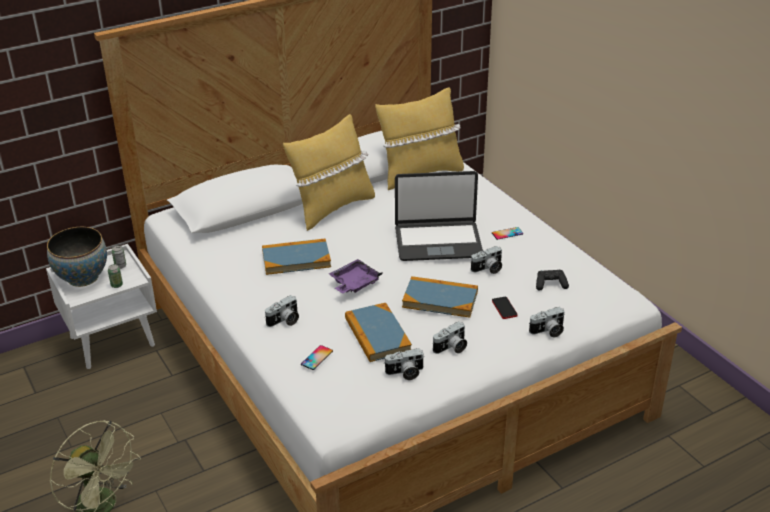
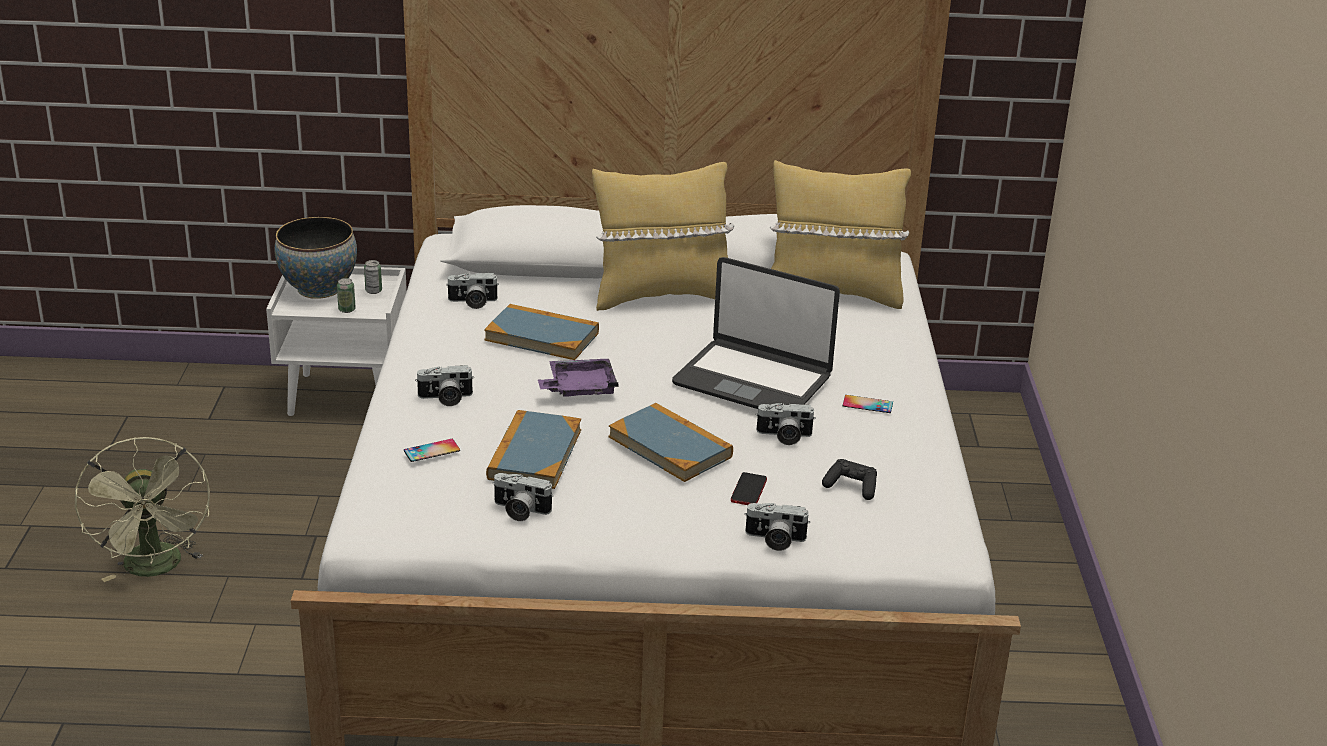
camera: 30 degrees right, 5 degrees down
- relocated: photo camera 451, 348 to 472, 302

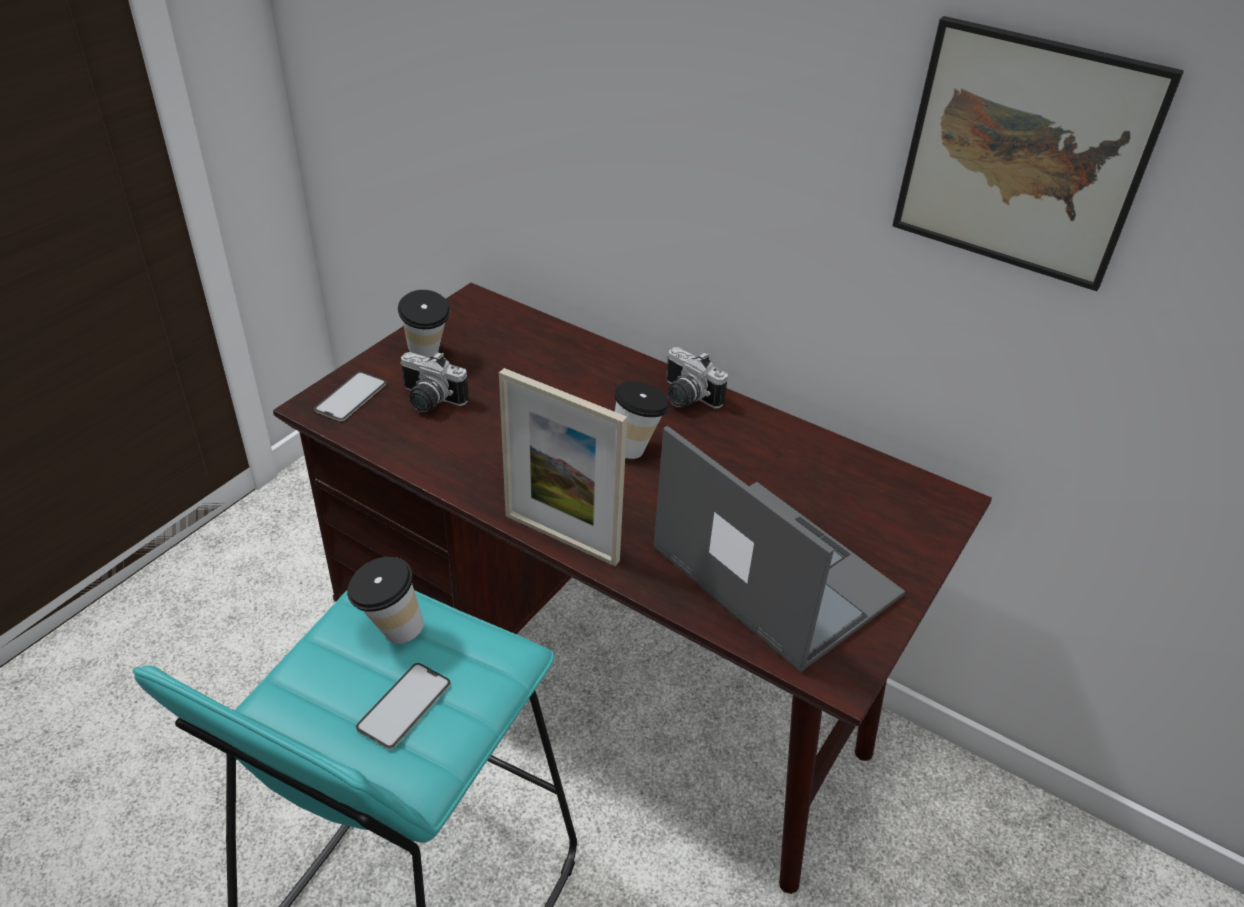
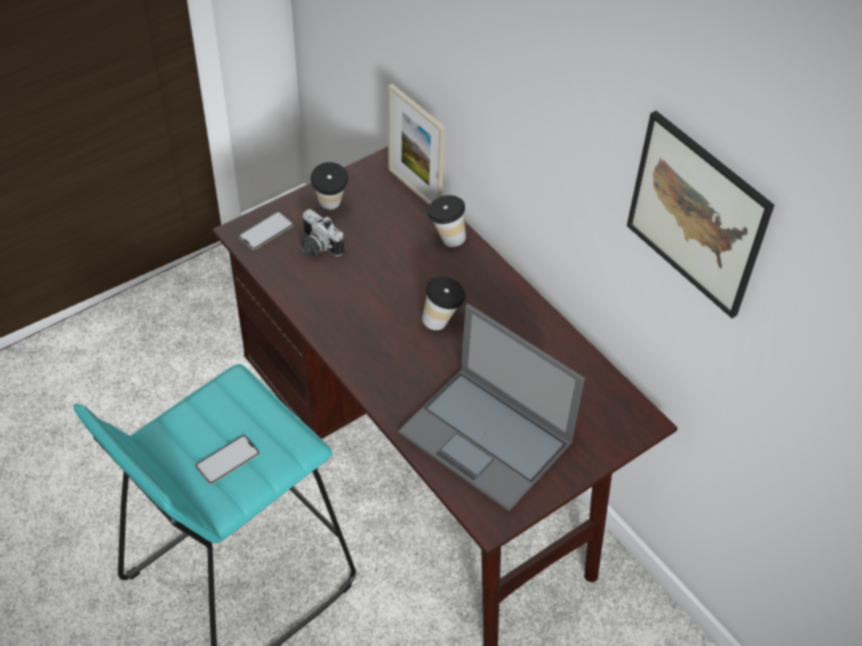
camera: 20 degrees right, 10 degrees up
- relocated: drinking cup 390, 631 to 446, 239
- relocated: picture frame 561, 538 to 414, 189
- spun: laptop 772, 570 = 487, 438 150 degrees clockwise
- missing: photo camera 685, 397

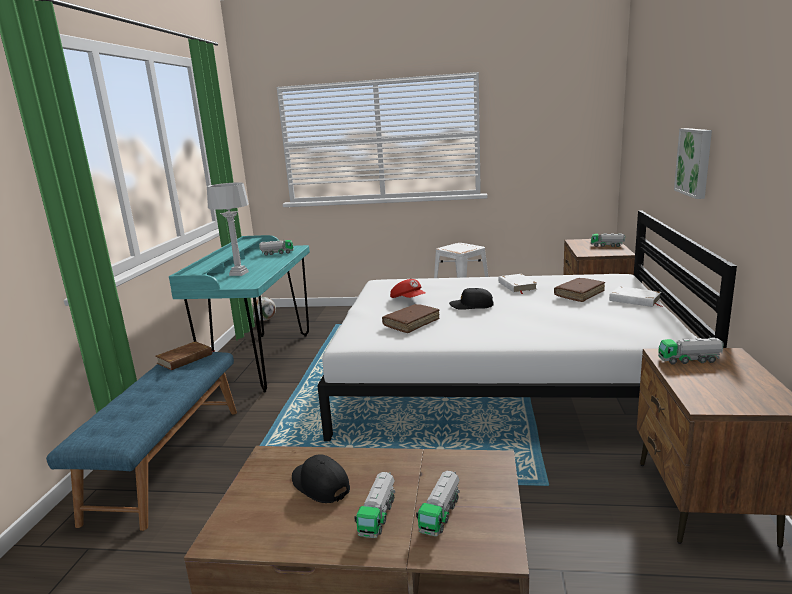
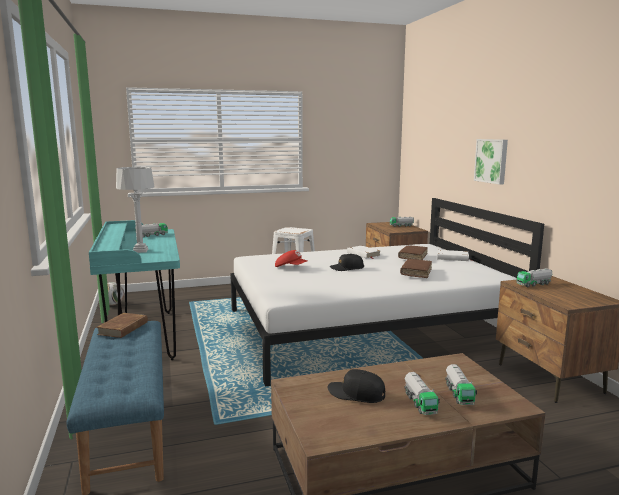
camera: 25 degrees left, 5 degrees down
- relocated: volume in brownish 411, 323 to 416, 272

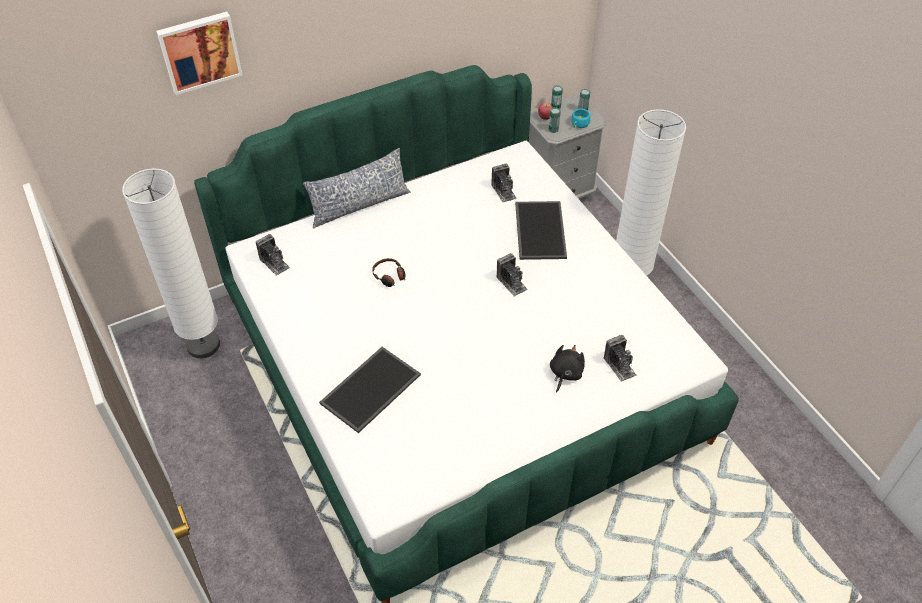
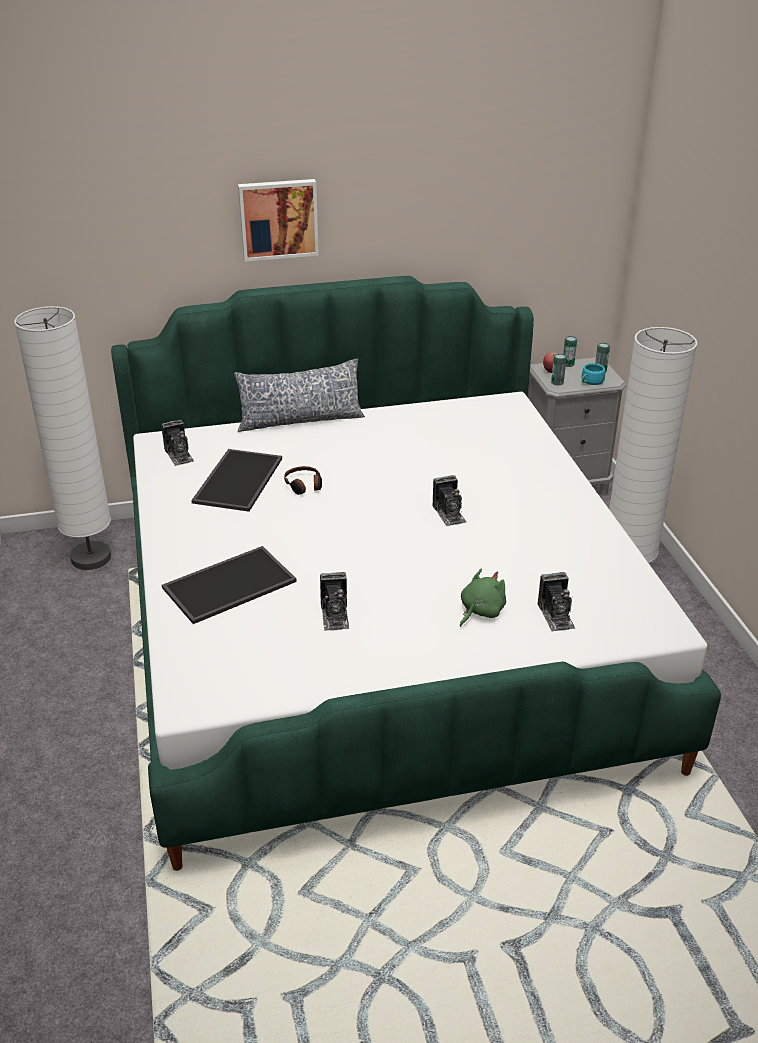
camera: 15 degrees right, 15 degrees down
- relocated: wall picture 199, 51 to 278, 219
- relocated: photo camera 504, 191 to 335, 615
- relocated: serving tray 539, 230 to 237, 479
- colour: plush toy in black 565, 374 to plush toy in green-coloured 480, 611

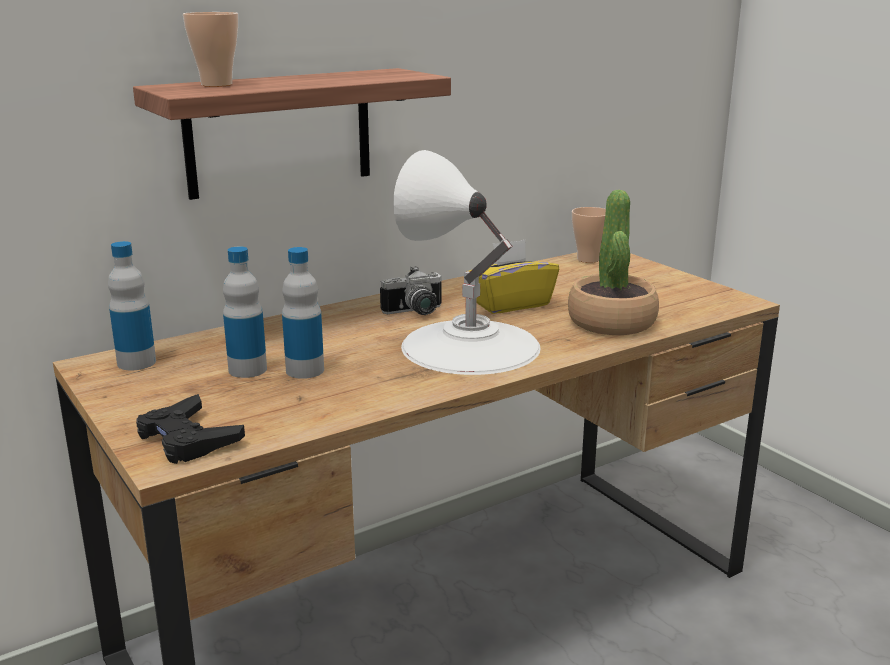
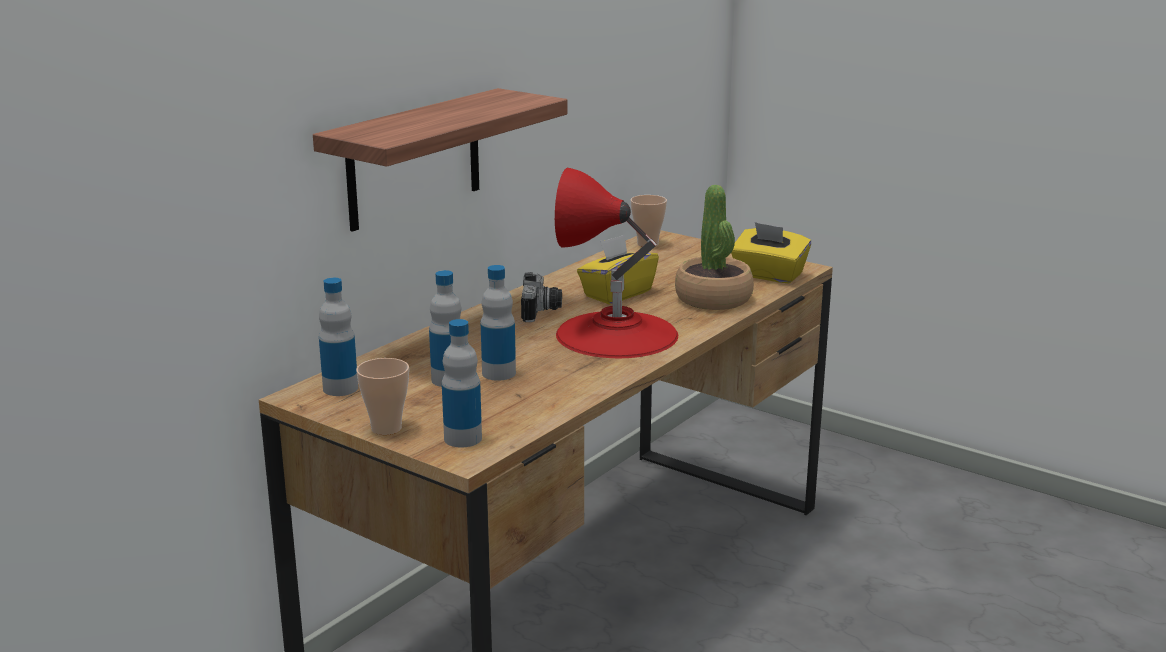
camera: 20 degrees left, 0 degrees up
- exchanged: game controller in black 188, 439 to beverage bottle 463, 438
- relocated: drinking cup 216, 84 to 386, 428
- spun: photo camera 416, 312 = 542, 312 45 degrees counterclockwise
- colour: table lamp in white 469, 346 to table lamp in red-coloured 616, 334
- appeared: tissue holder in yellowish 768, 275

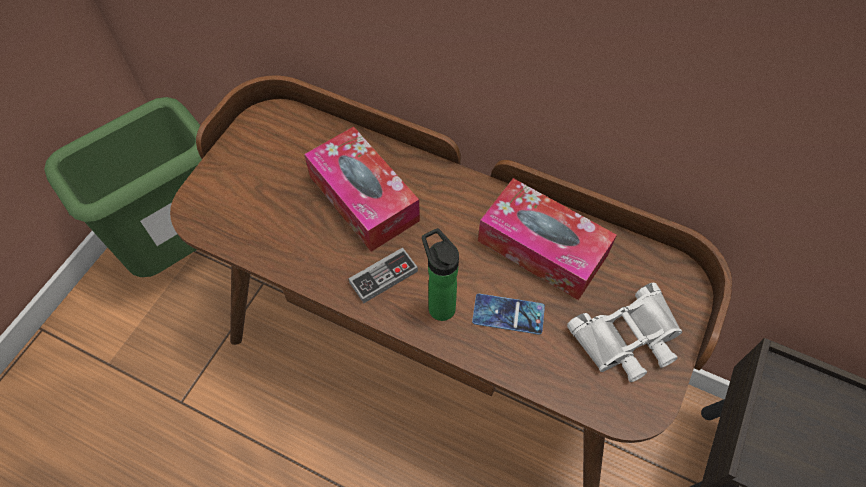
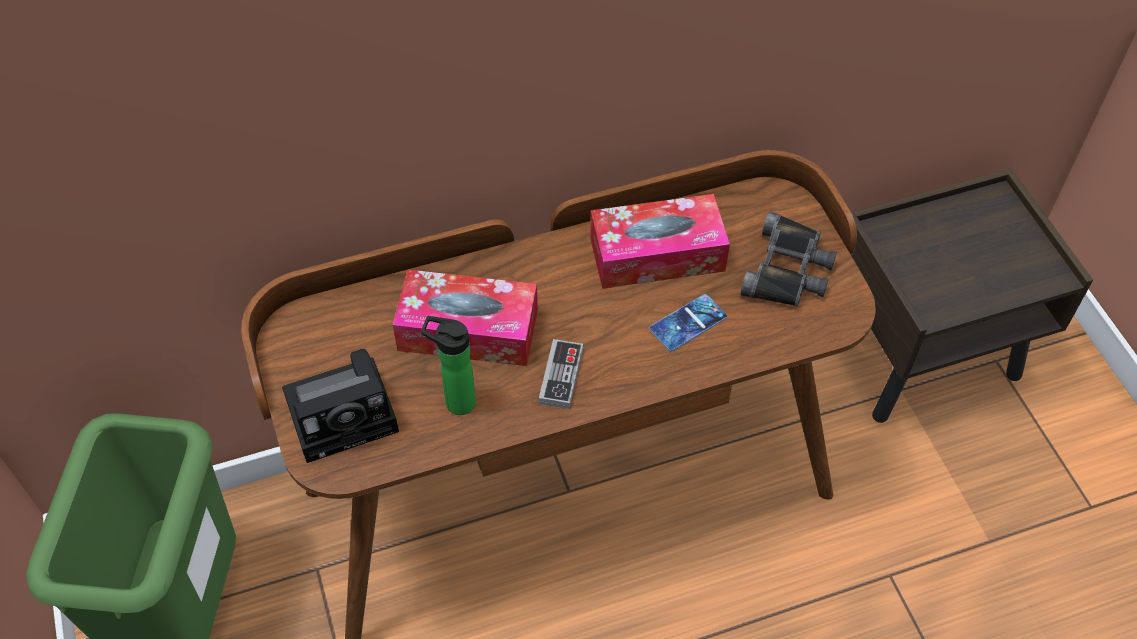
camera: 45 degrees left, 5 degrees down
- relocated: beverage bottle 439, 305 to 455, 401
- colour: binoculars in white 628, 339 to binoculars in black 788, 270
- appeared: photo camera 347, 413

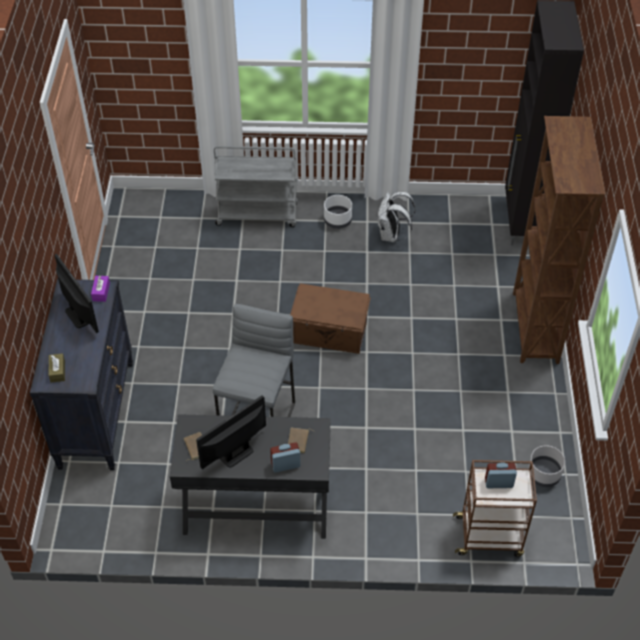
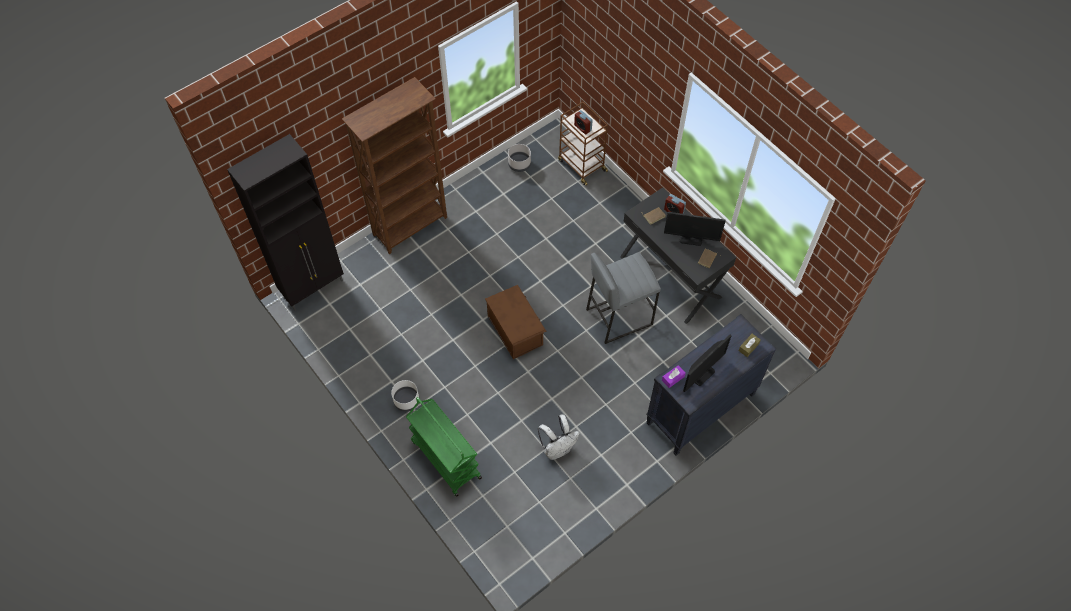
camera: 130 degrees left, 10 degrees up
- spun: computer display 79, 315 = 701, 374 150 degrees counterclockwise
- colour: trolley in grey 258, 214 to trolley in green-coloured 445, 459
- relocated: rucksack in white 391, 235 to 557, 448

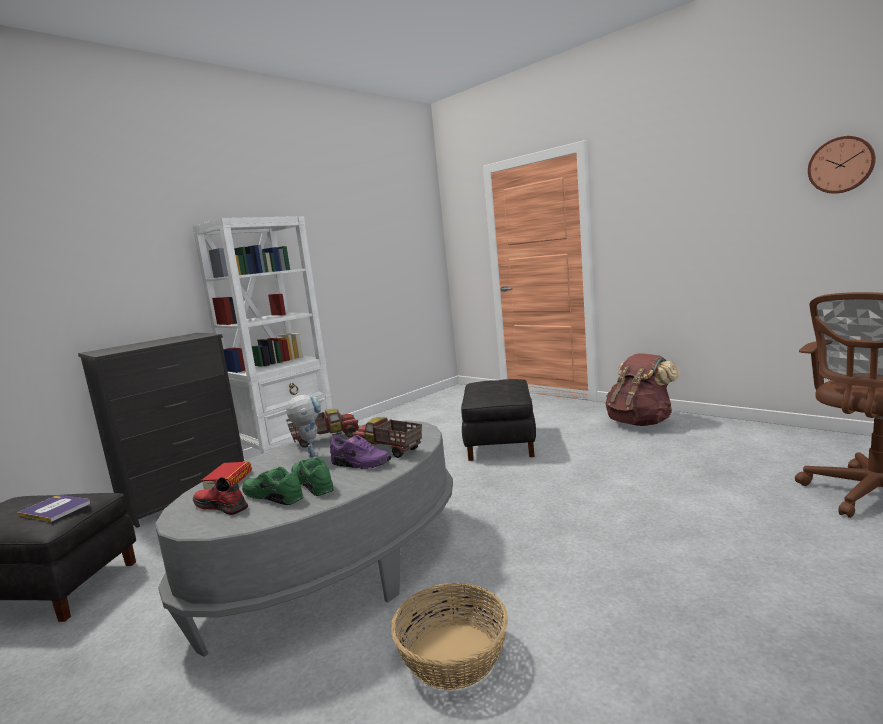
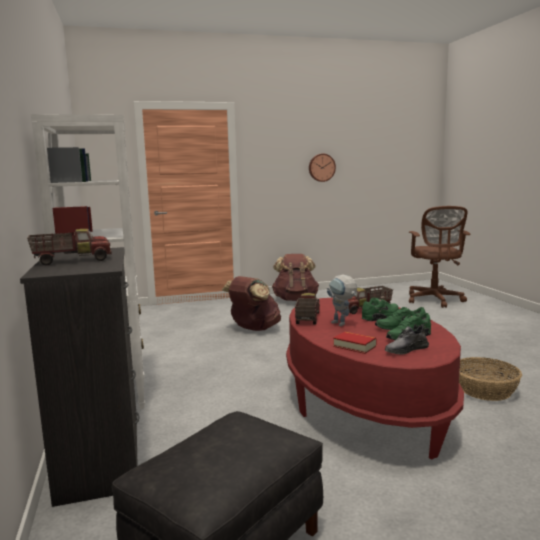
camera: 60 degrees left, 0 degrees up
- missing: volume 55, 509
- colour: coffee table in grey 334, 567 to coffee table in red-coloured 364, 404
- colour: item of footwear in red-coloured 221, 506 to item of footwear in grey 406, 349
- spun: robot figure 311, 456 = 342, 324 135 degrees counterclockwise
- colour: item of footwear in purple-coloured 360, 464 to item of footwear in green-coloured 381, 316
- exchanged: pouffe in black 499, 443 to rucksack in brownish 254, 329
- relocated: clock on the wall 841, 165 to 321, 167
- appeared: toy truck 72, 261

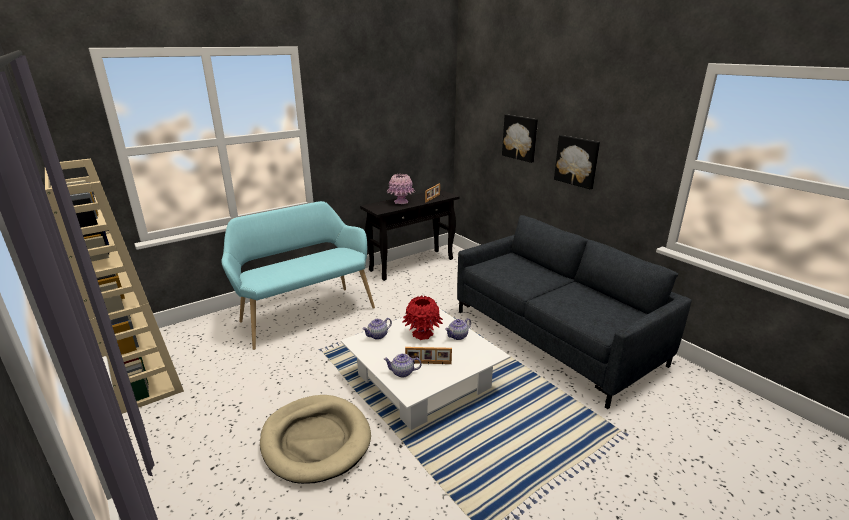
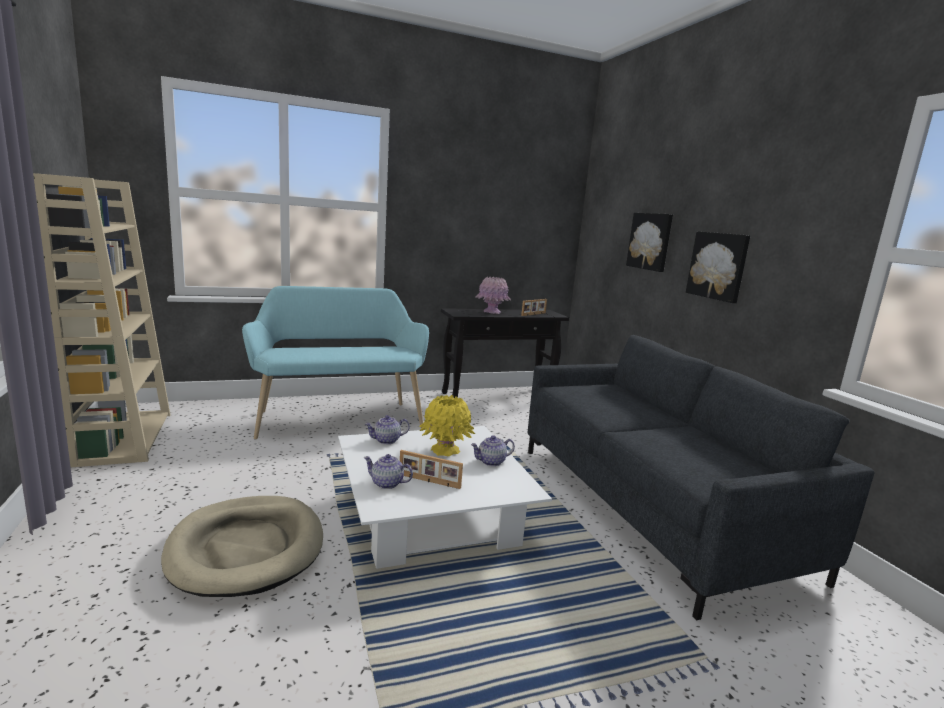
camera: 15 degrees right, 10 degrees down
- colour: flower vase in red-coloured 422, 334 to flower vase in yellowish 445, 450

